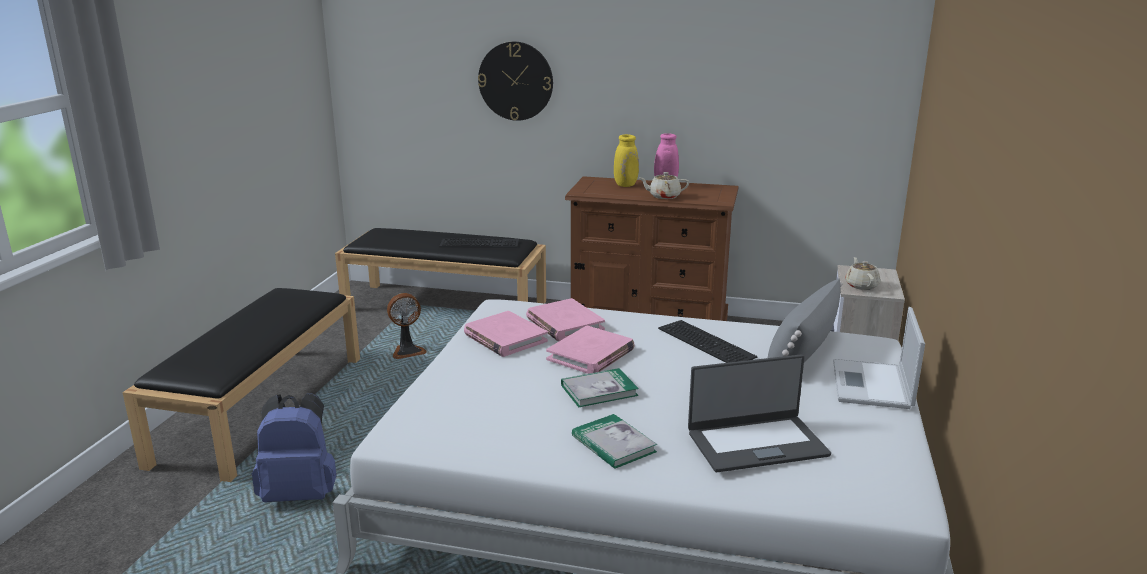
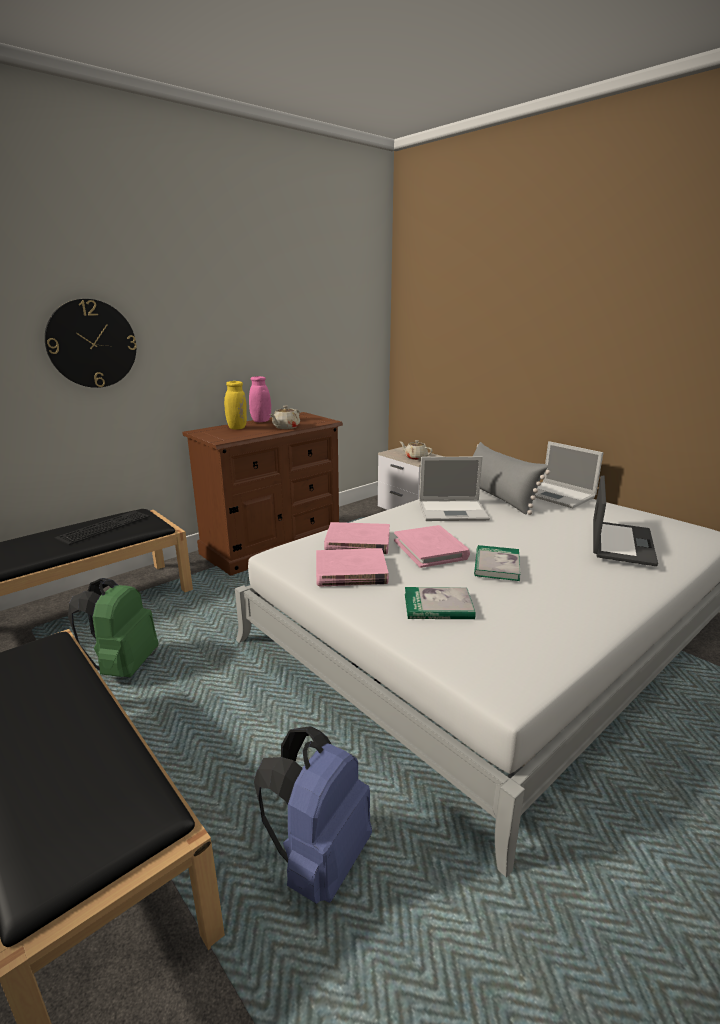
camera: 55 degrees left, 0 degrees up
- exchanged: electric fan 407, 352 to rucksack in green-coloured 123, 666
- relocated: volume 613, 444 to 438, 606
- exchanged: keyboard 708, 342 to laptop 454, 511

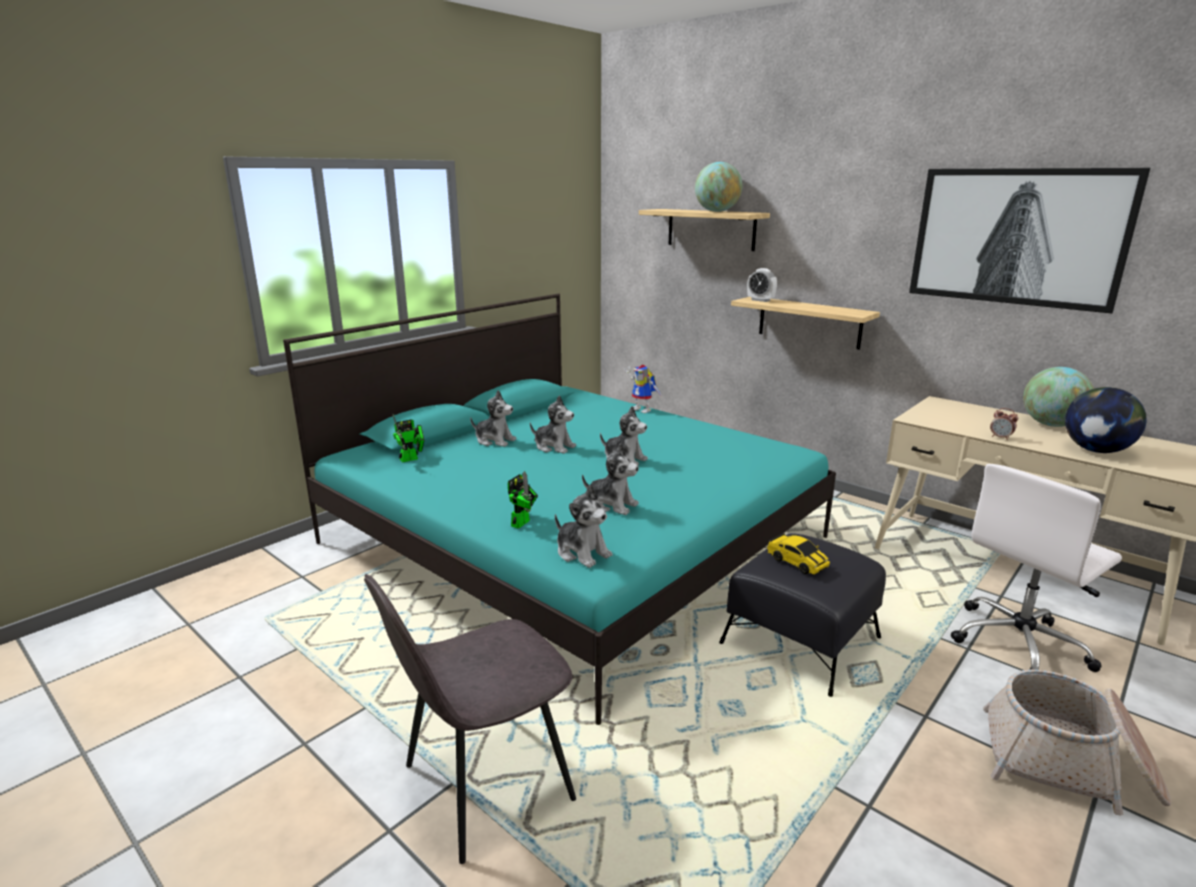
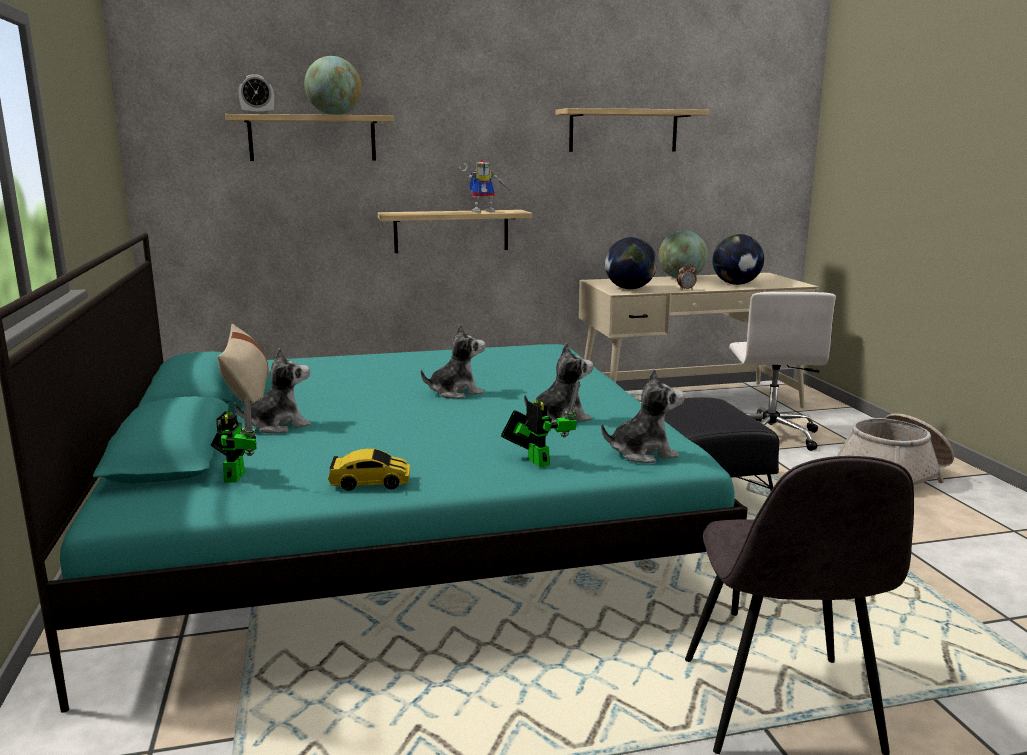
camera: 55 degrees left, 5 degrees down
- missing: plush toy 554, 447
- relocated: robot figure 644, 410 to 484, 211
- relocated: bedside clock 760, 300 to 258, 114
- relocated: model car 797, 562 to 370, 483
- exchanged: wall picture 1016, 237 to wall shelf 623, 131
- appeared: throw pillow in beige-coloured 248, 394
- appeared: desk globe 629, 289

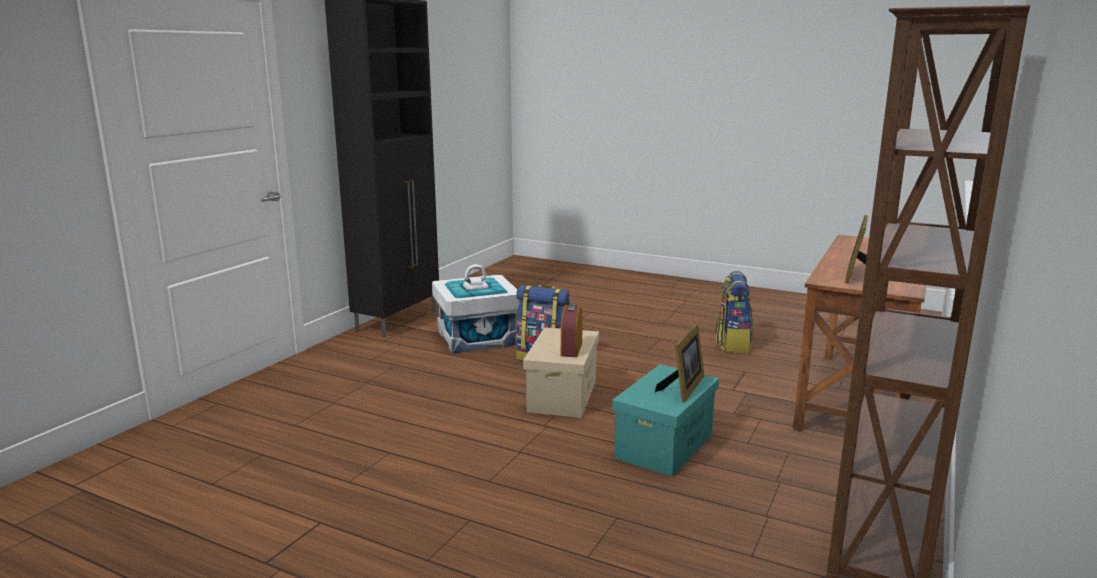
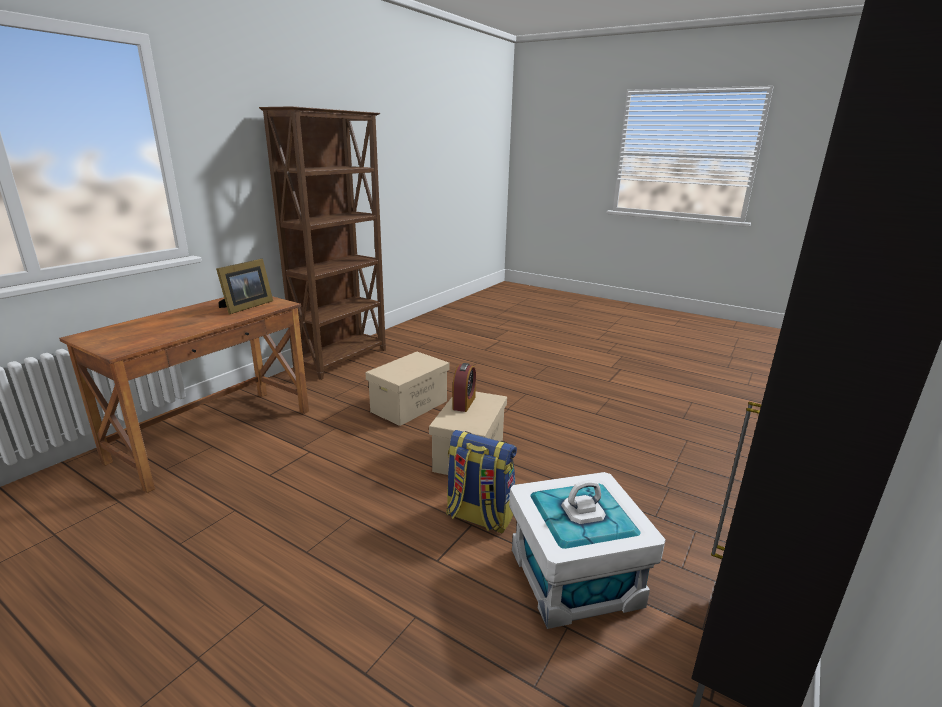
camera: 175 degrees left, 5 degrees up
- colour: storage container in blue-green 664, 445 to storage container in beige-coloured 409, 406
- missing: picture frame 683, 388
- missing: rucksack 732, 344

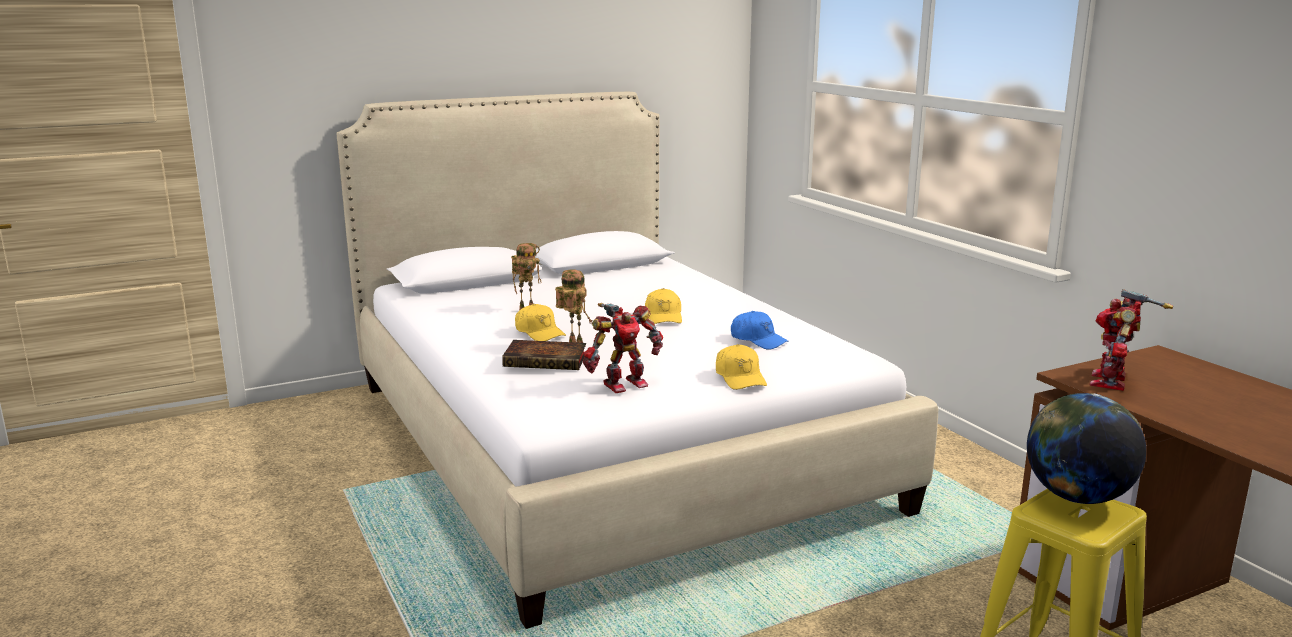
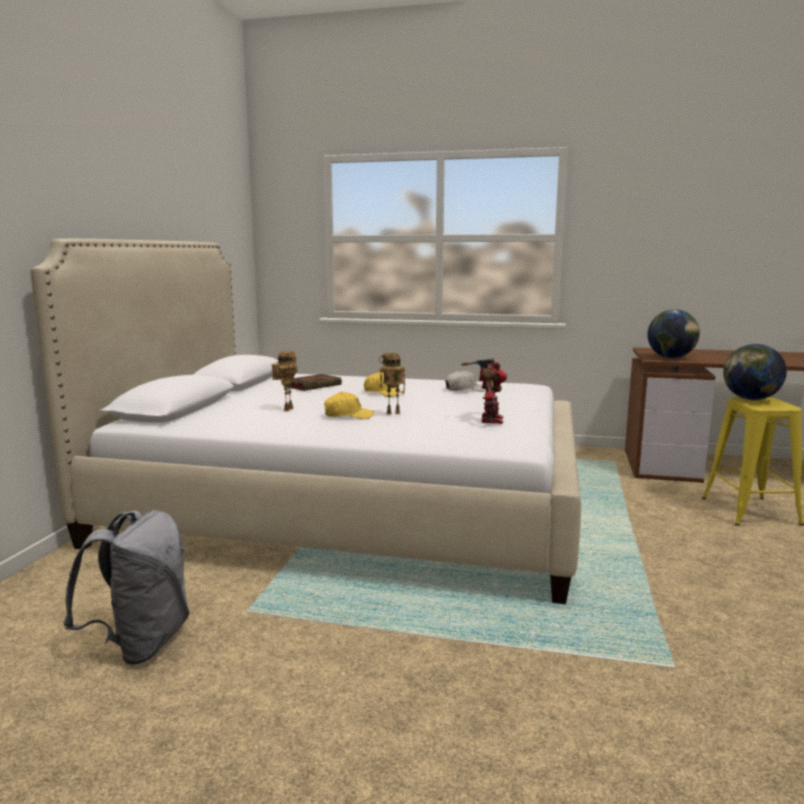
camera: 50 degrees left, 5 degrees down
- relocated: volume 547, 360 to 313, 386
- missing: baseball cap in yellowish 740, 378
- colour: baseball cap in bluish 758, 340 to baseball cap in white 465, 390
- exchanged: robot figure 1112, 382 to desk globe 671, 358
- appeared: rucksack in grey 141, 644

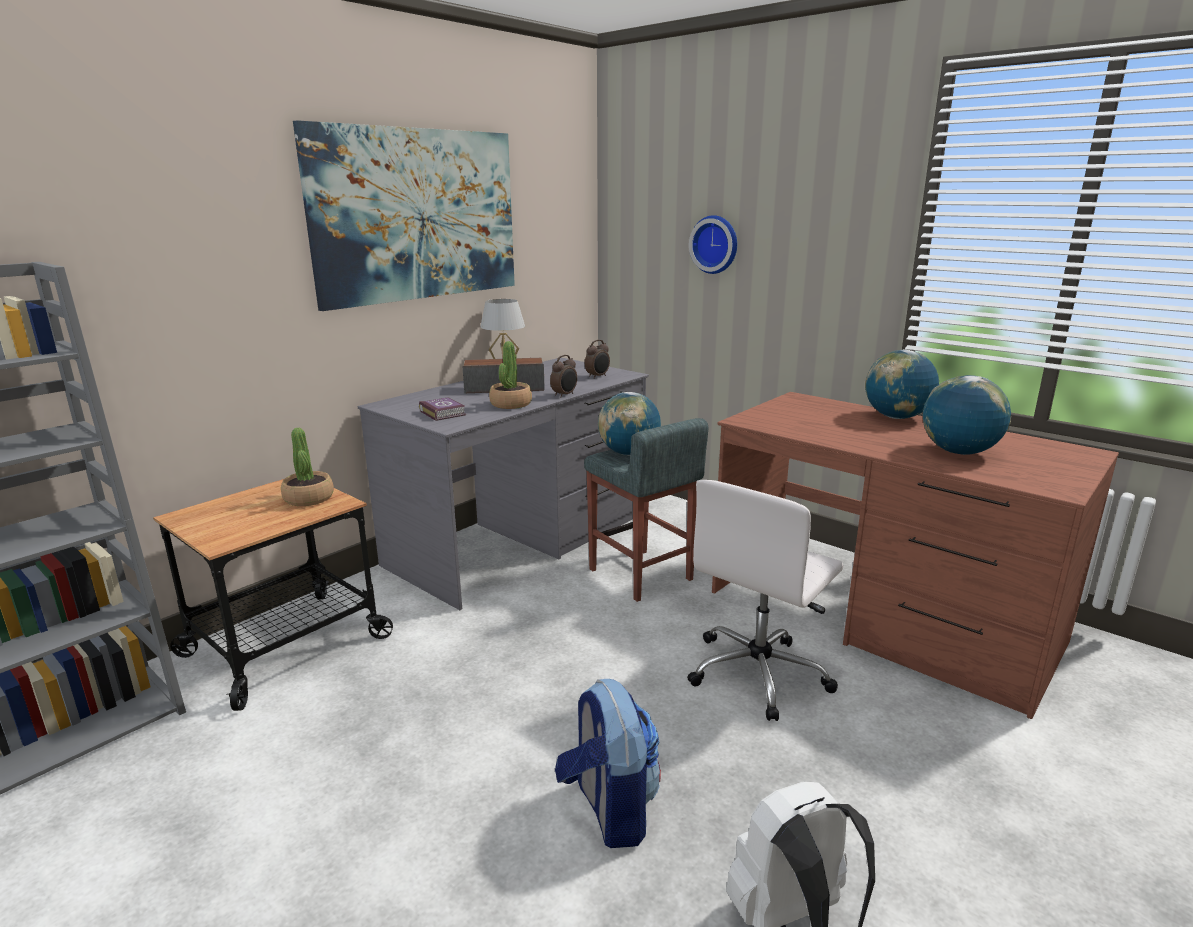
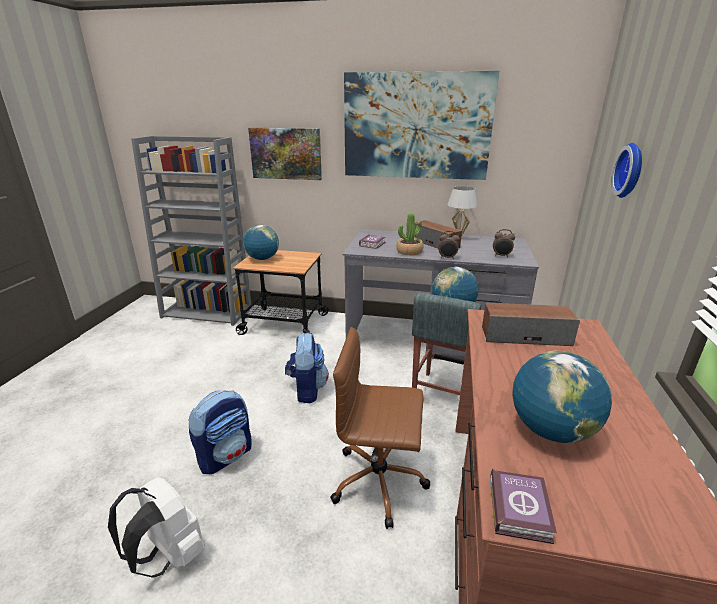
camera: 60 degrees right, 5 degrees up
- missing: plant in a pot 309, 498
- colour: office chair in white 759, 673 to office chair in brownish 380, 481
- relocated: desk globe 896, 417 to 262, 259
- appeared: wall picture 286, 153
- appeared: rucksack 307, 390
- appeared: audio speaker 525, 336
- appeared: volume 520, 508

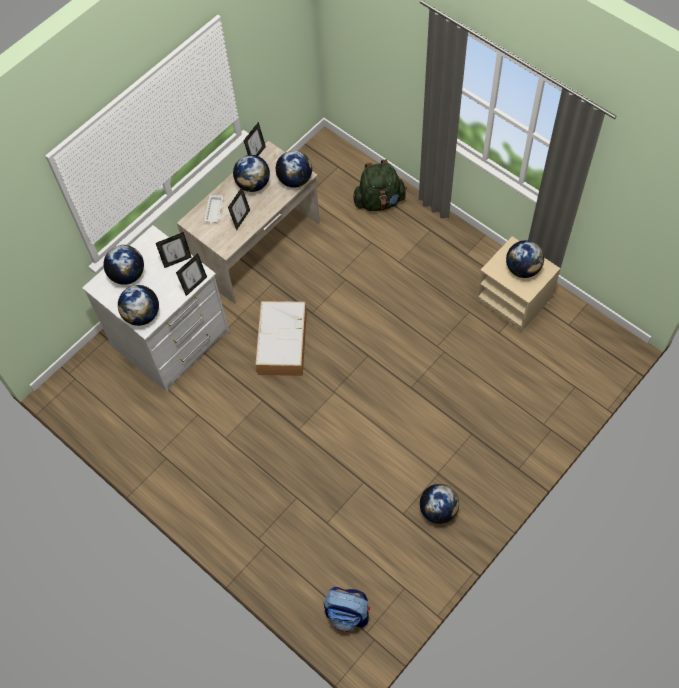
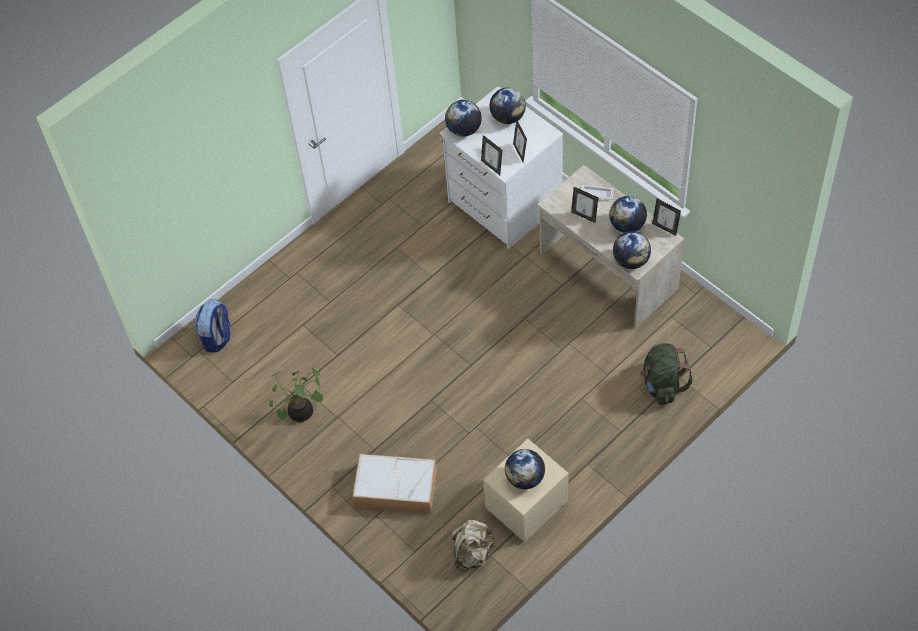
camera: 95 degrees right, 5 degrees down
- relocated: storage container 282, 342 to 397, 488
- exchanged: desk globe 438, 510 to plant in a pot 300, 414
- appeared: rucksack in beige-coloured 473, 553

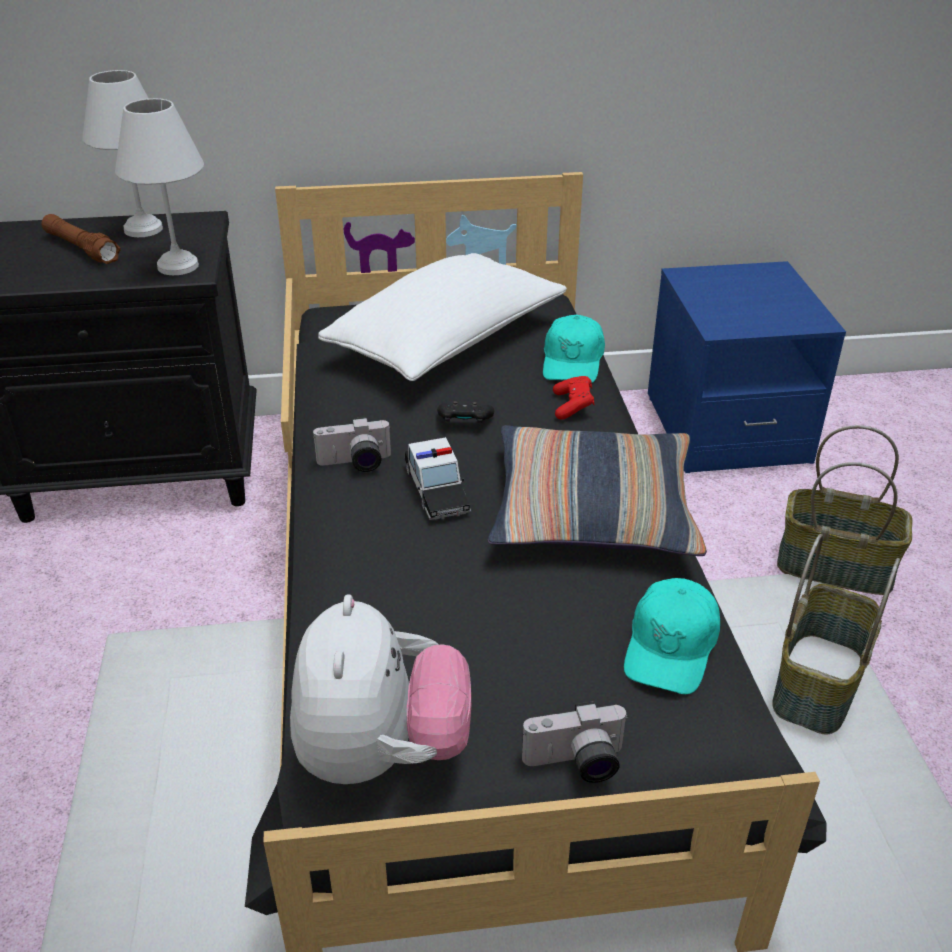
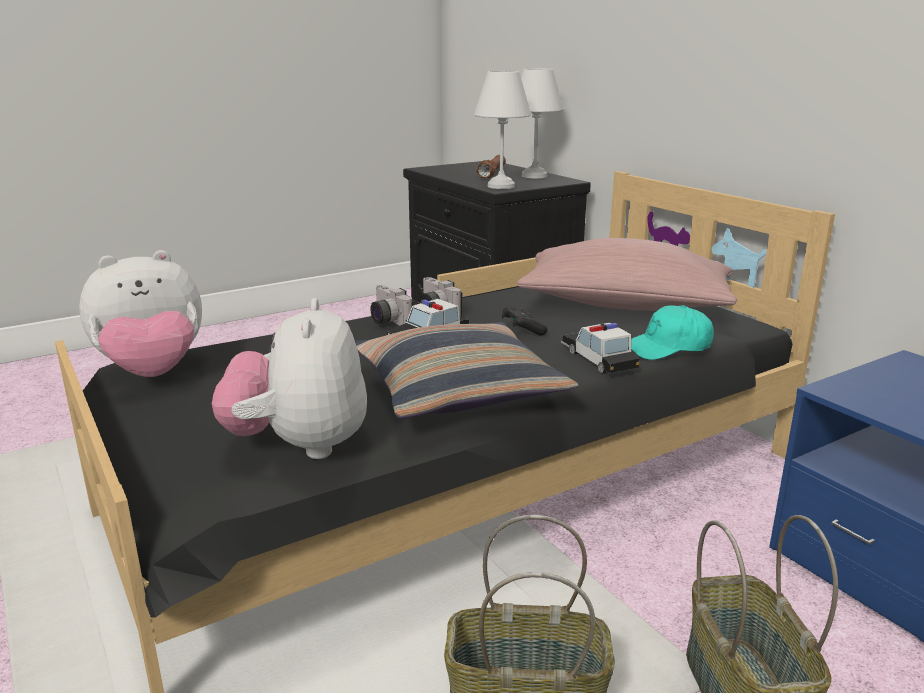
camera: 65 degrees right, 15 degrees down
- colour: throw pillow in white 447, 343 to throw pillow in pink-coloured 624, 306
- relocated: photo camera 576, 764 to 387, 321
- exchanged: game controller in red-coloured 573, 406 to model car 598, 358
- exchanged: baseball cap in blue-green 671, 647 to plush toy 300, 446

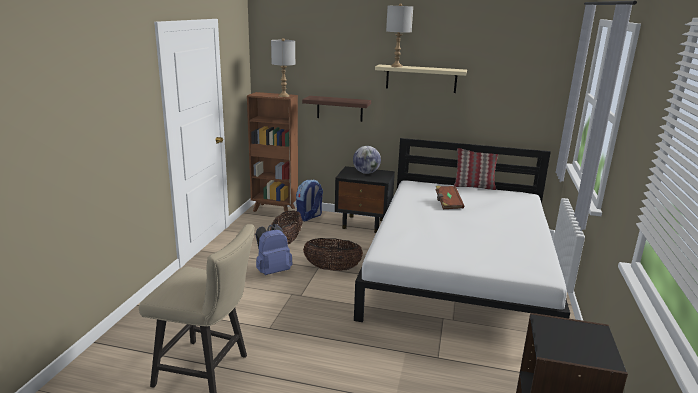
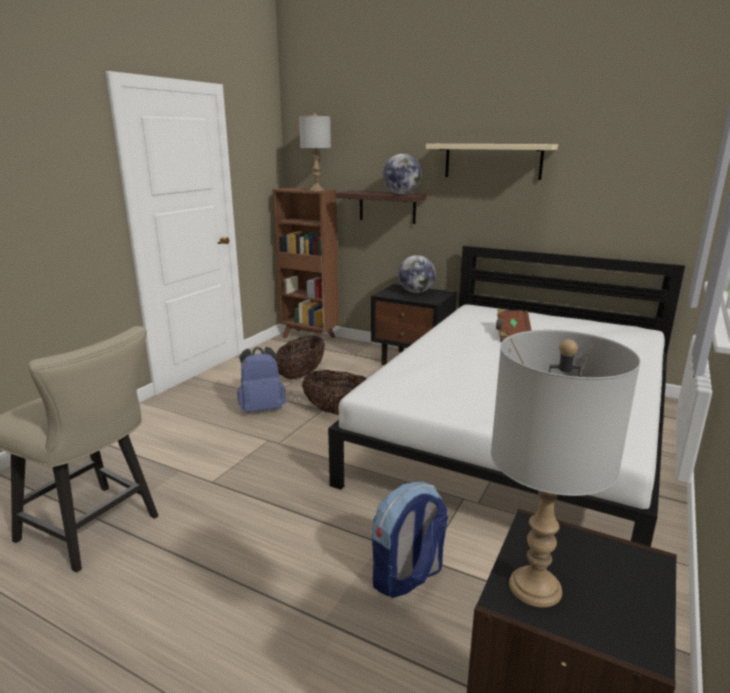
camera: 15 degrees right, 0 degrees up
- relocated: rucksack 309, 217 to 407, 577
- relocated: table lamp in grey 396, 66 to 534, 586
- missing: throw pillow 473, 186
- appeared: desk globe 401, 194

